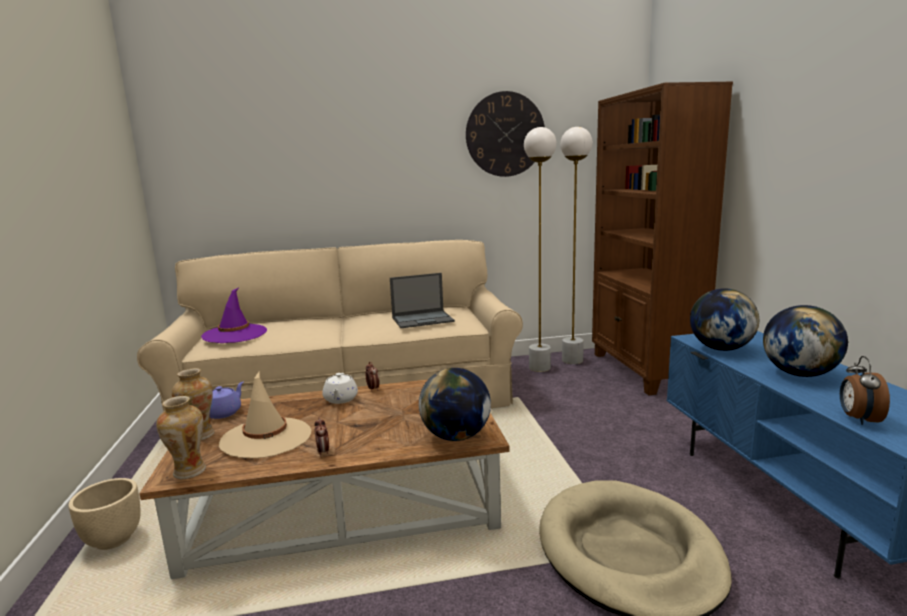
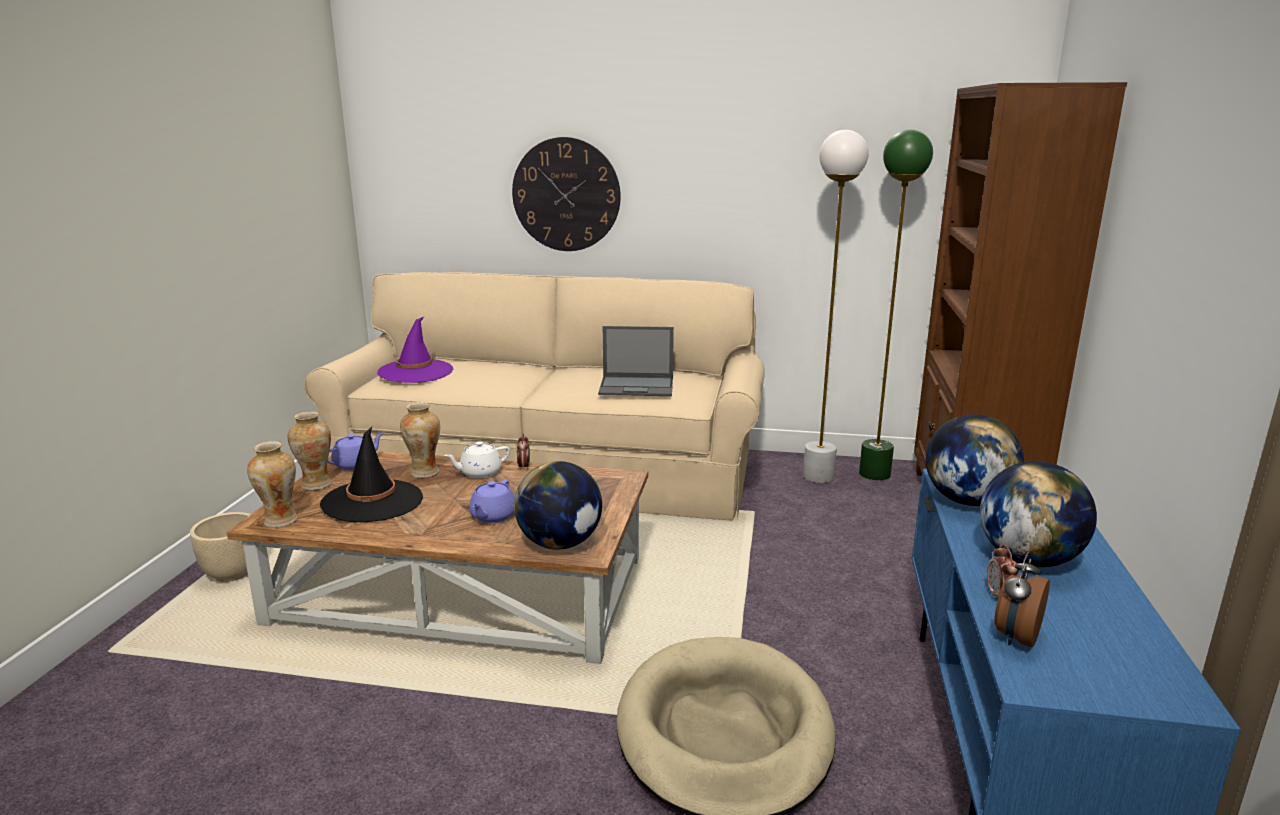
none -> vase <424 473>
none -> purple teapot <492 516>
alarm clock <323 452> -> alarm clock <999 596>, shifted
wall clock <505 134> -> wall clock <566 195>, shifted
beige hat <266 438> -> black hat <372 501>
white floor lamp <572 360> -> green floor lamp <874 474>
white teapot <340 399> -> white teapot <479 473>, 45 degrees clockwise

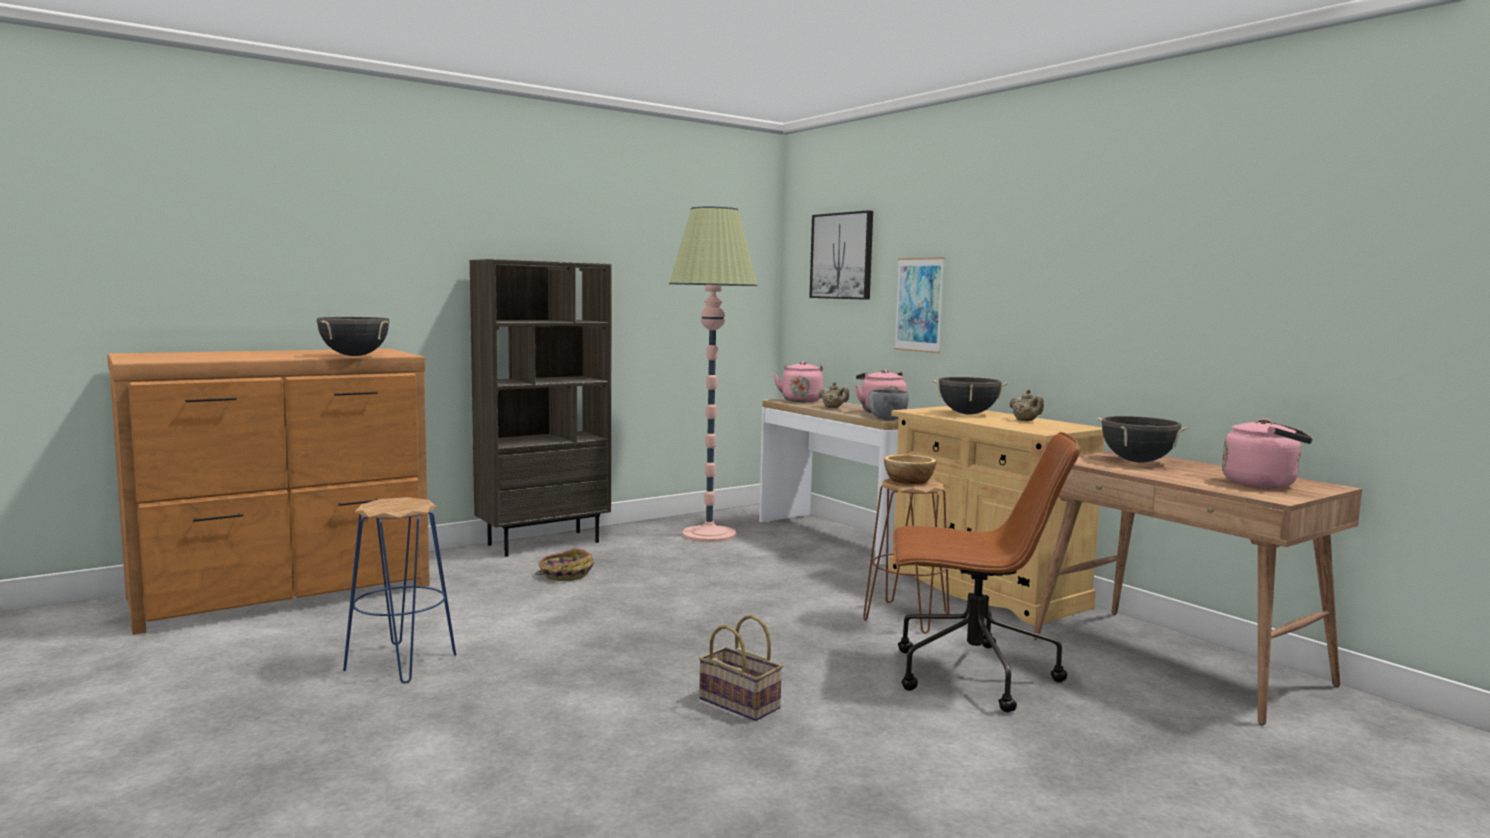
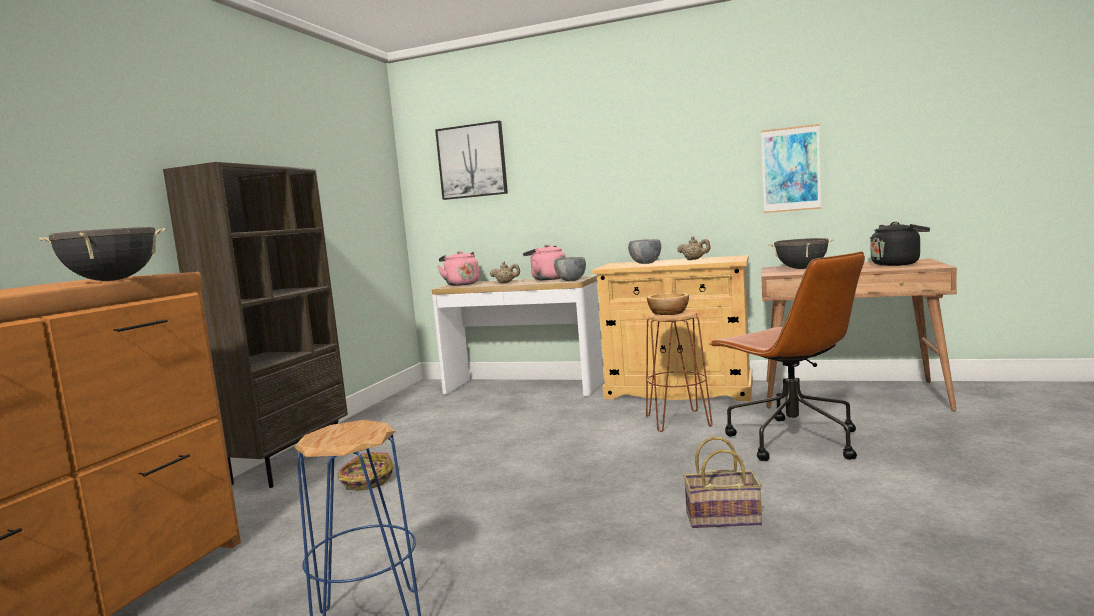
floor lamp <709 535> -> none
picture <919 304> -> picture <790 169>, shifted
black cooking pot <967 414> -> grey bowl <645 263>
pink kettle <1264 484> -> black kettle <897 264>
brown office chair <970 675> -> brown office chair <791 440>, 90 degrees clockwise

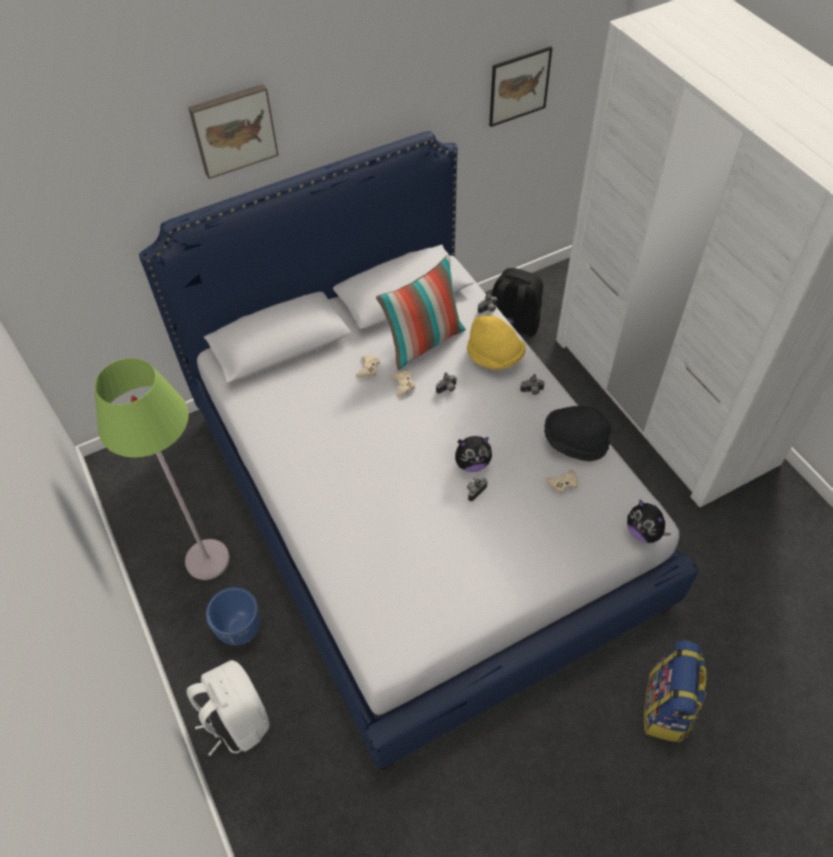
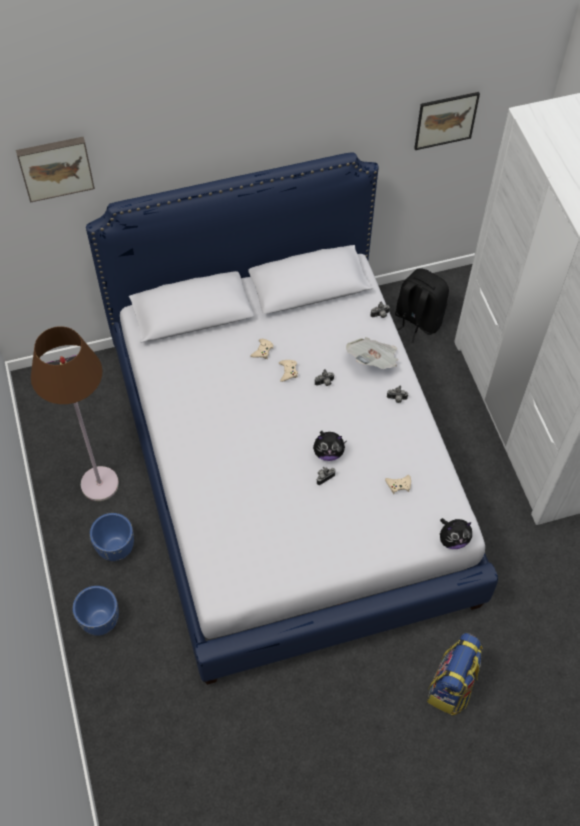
pillow <424 342> -> none
black hat <574 442> -> none
picture <233 129> -> picture <55 167>, shifted
white backpack <237 720> -> blue planter <100 620>
yellow hat <494 356> -> newspaper <373 361>
green floor lamp <208 560> -> brown floor lamp <100 484>
plush toy <643 532> -> plush toy <453 539>, 75 degrees counterclockwise

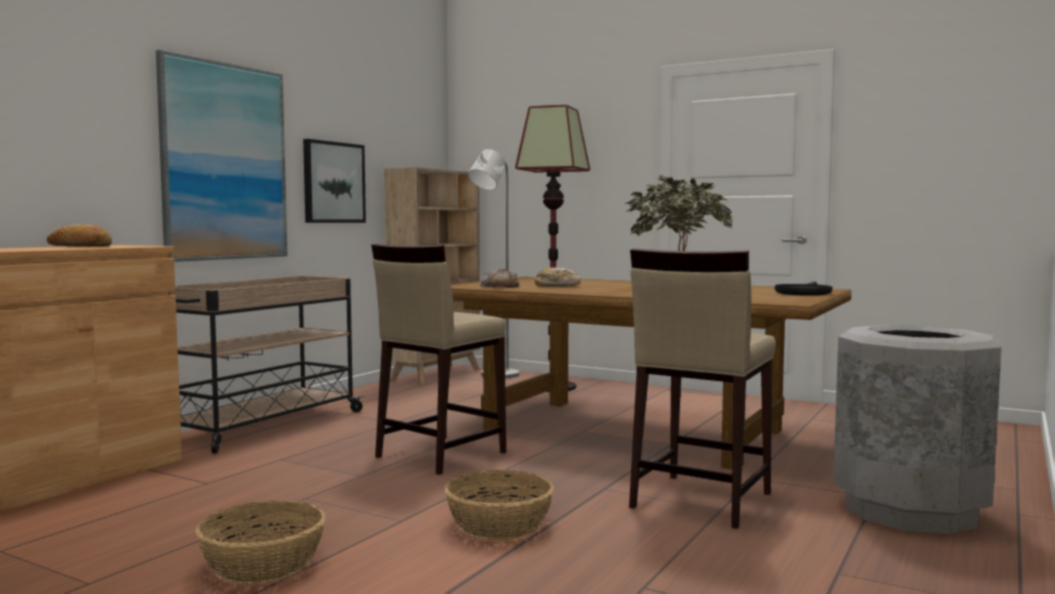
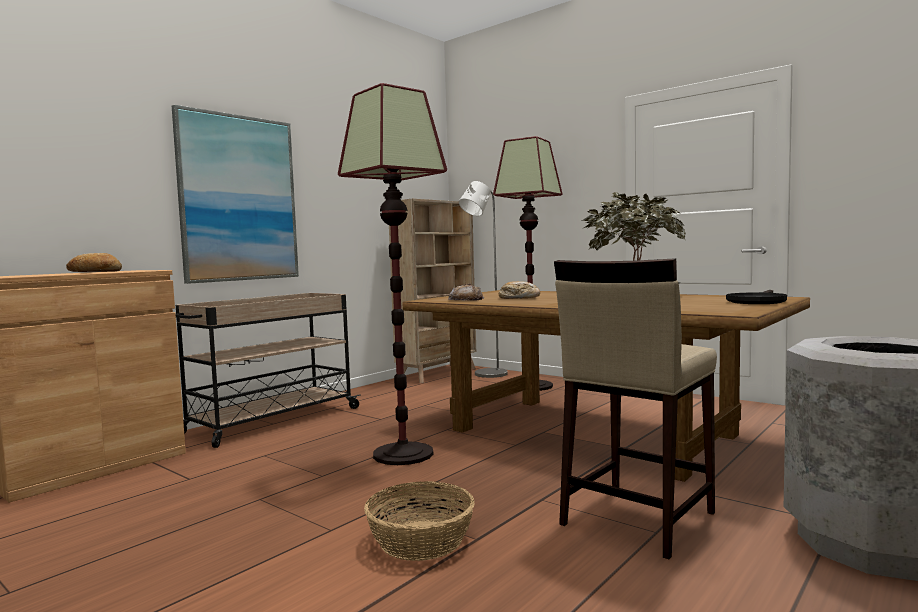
basket <264 564> -> none
picture <333 182> -> none
beige stool <439 454> -> floor lamp <402 454>

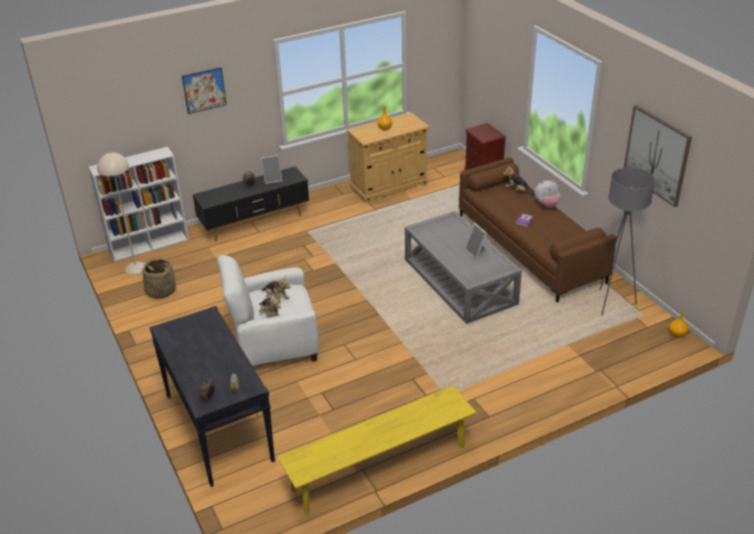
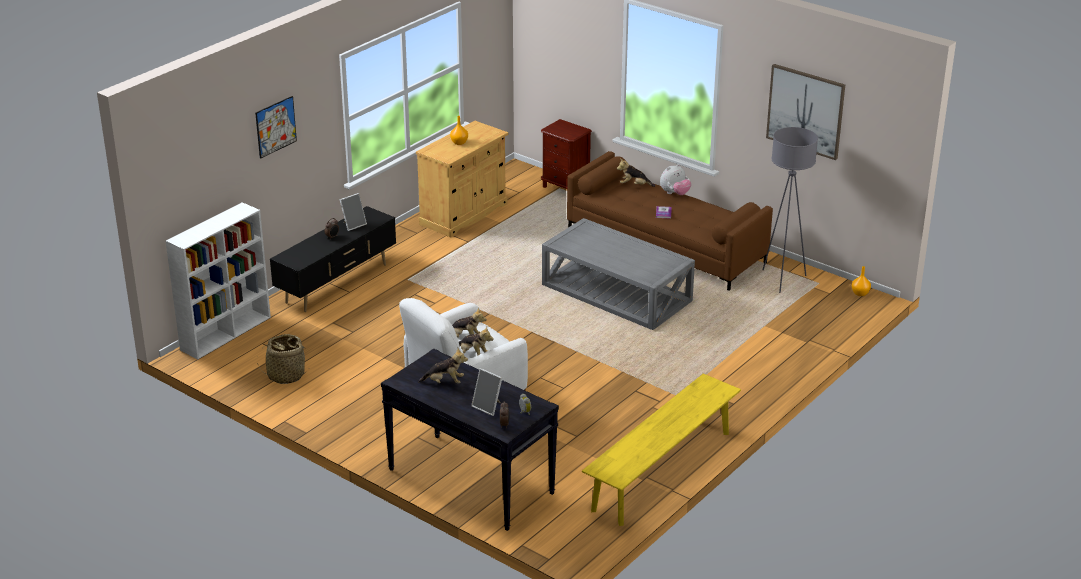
beige floor lamp <135 267> -> none
none -> plush toy <444 382>
picture frame <476 252> -> picture frame <488 407>, shifted

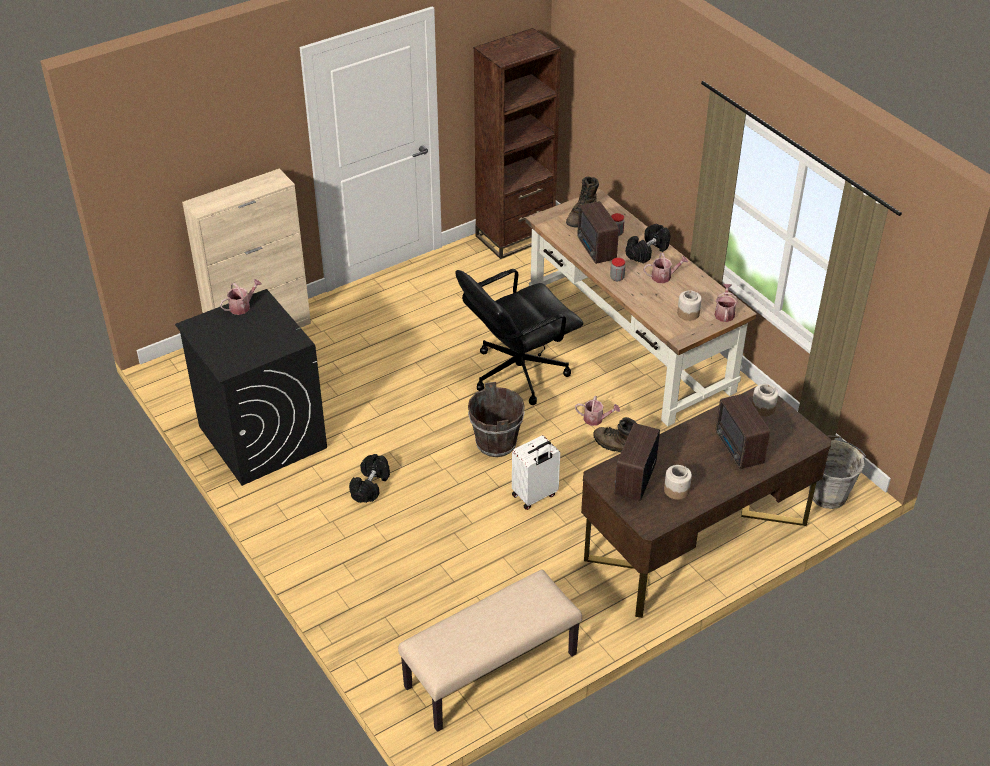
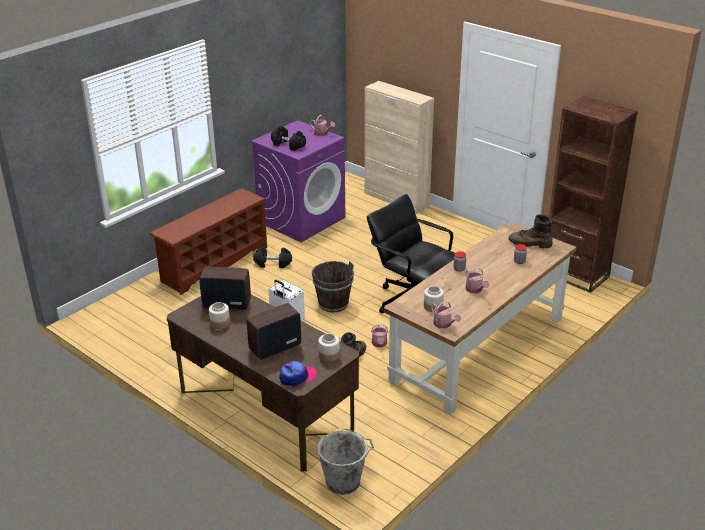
beige bench <491 671> -> none
radio <596 250> -> none
none -> brown shoe rack <214 263>
none -> cap <297 377>
black dumbbell <647 251> -> black dumbbell <288 145>, shifted
black washing machine <261 436> -> purple washing machine <302 219>
watering can <724 313> -> watering can <444 324>, 60 degrees clockwise

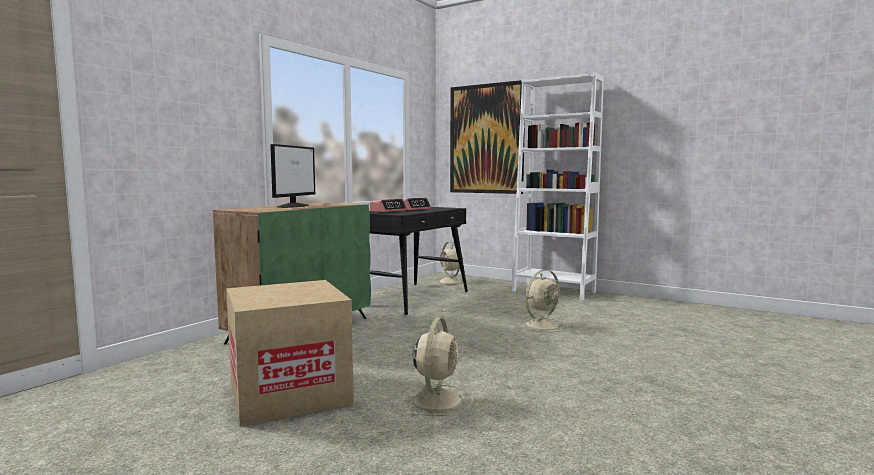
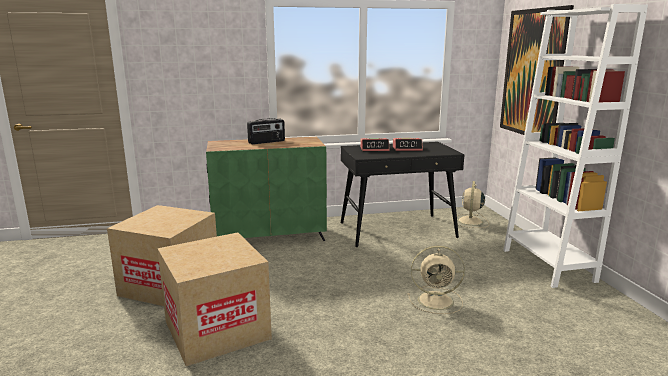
monitor <293 206> -> radio <266 142>
beige fan <437 399> -> cardboard box <217 330>

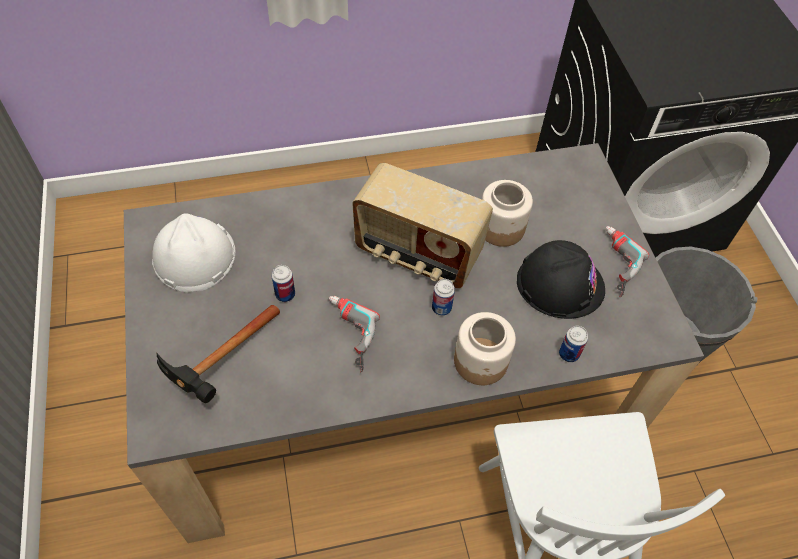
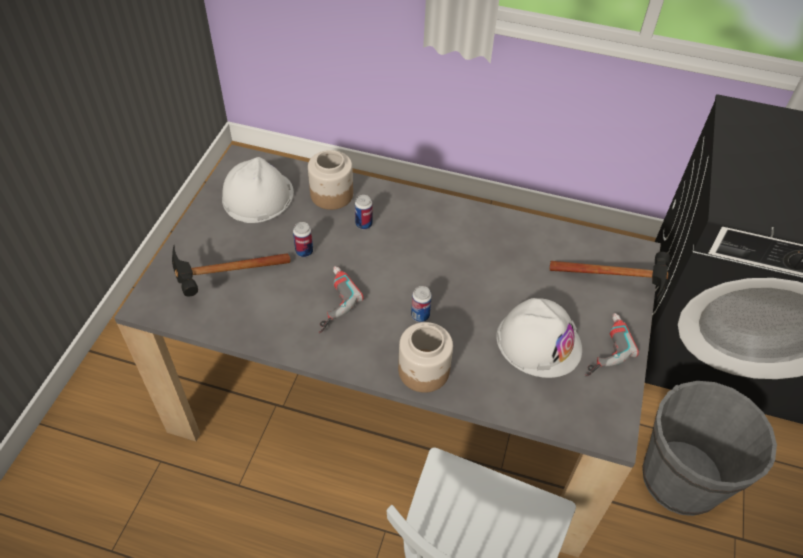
radio <417 254> -> none
none -> hammer <619 286>
jar <500 228> -> jar <331 195>, shifted
can <568 354> -> can <364 224>, shifted
black hard hat <560 283> -> white hard hat <538 342>

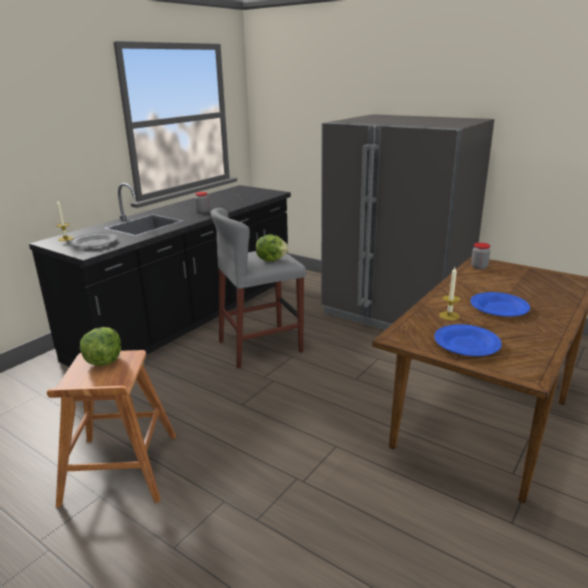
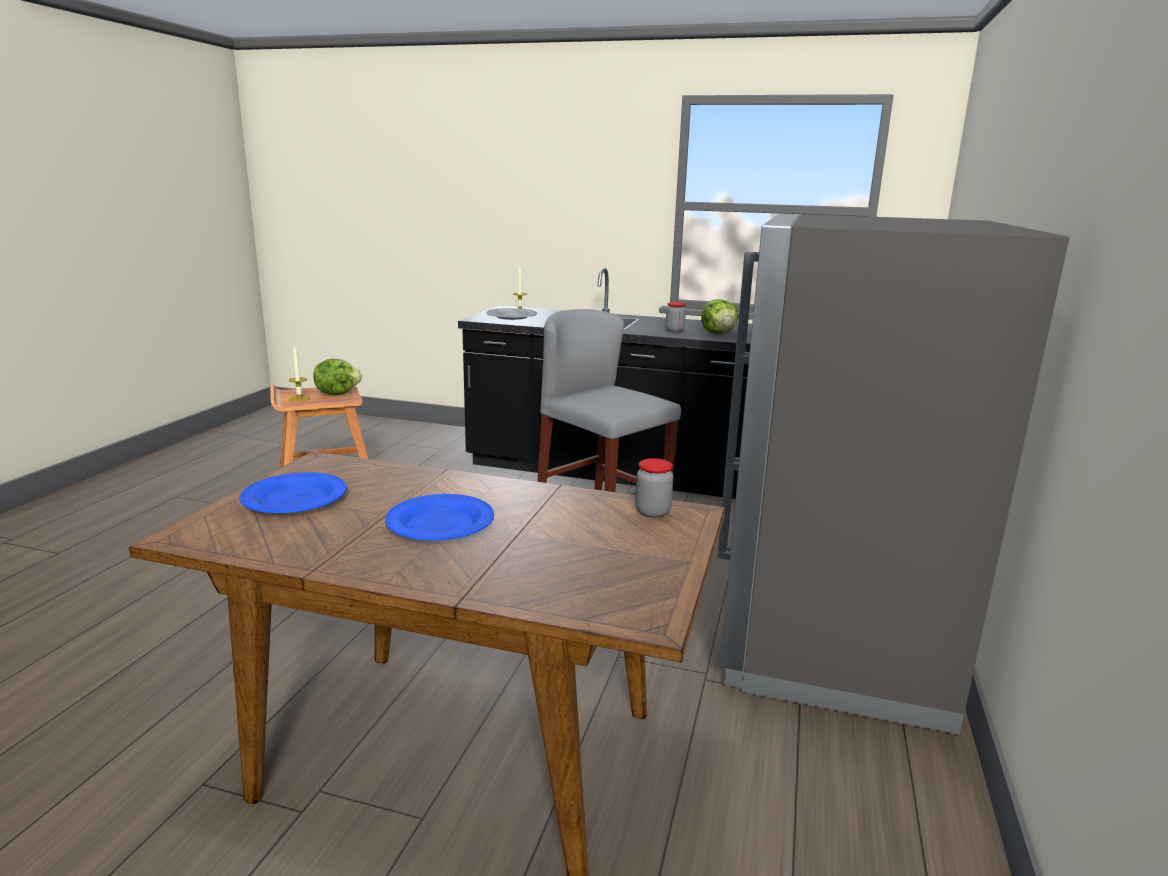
lettuce <271 259> -> lettuce <719 333>, shifted
candle <449 316> -> candle <299 398>, shifted

